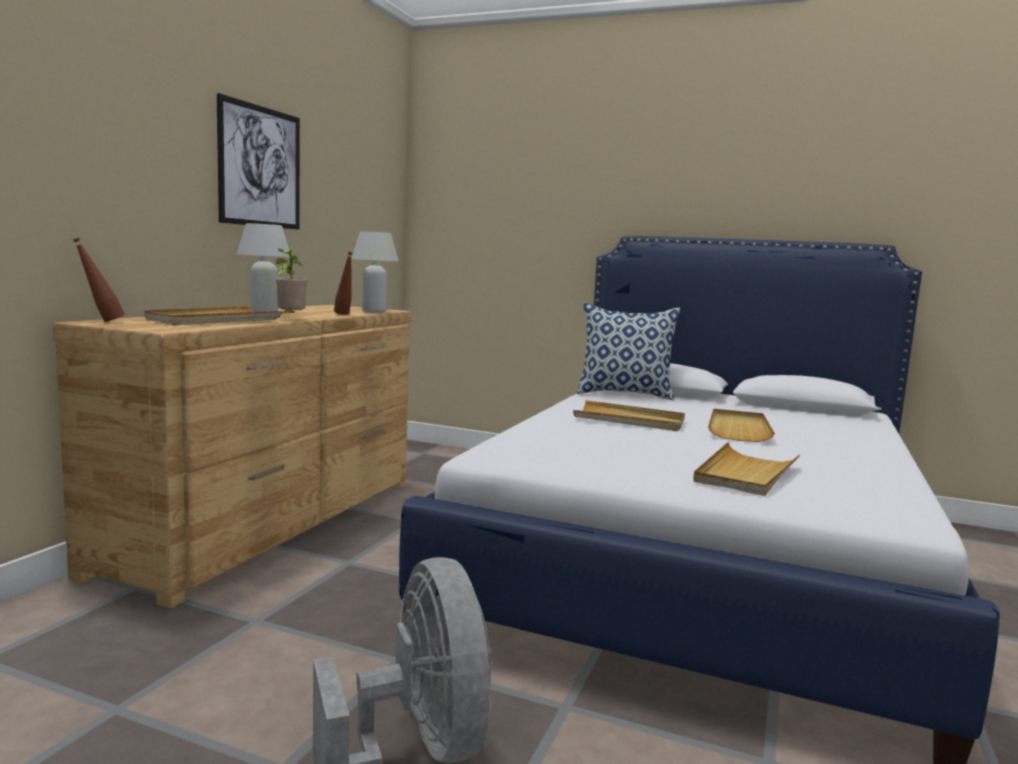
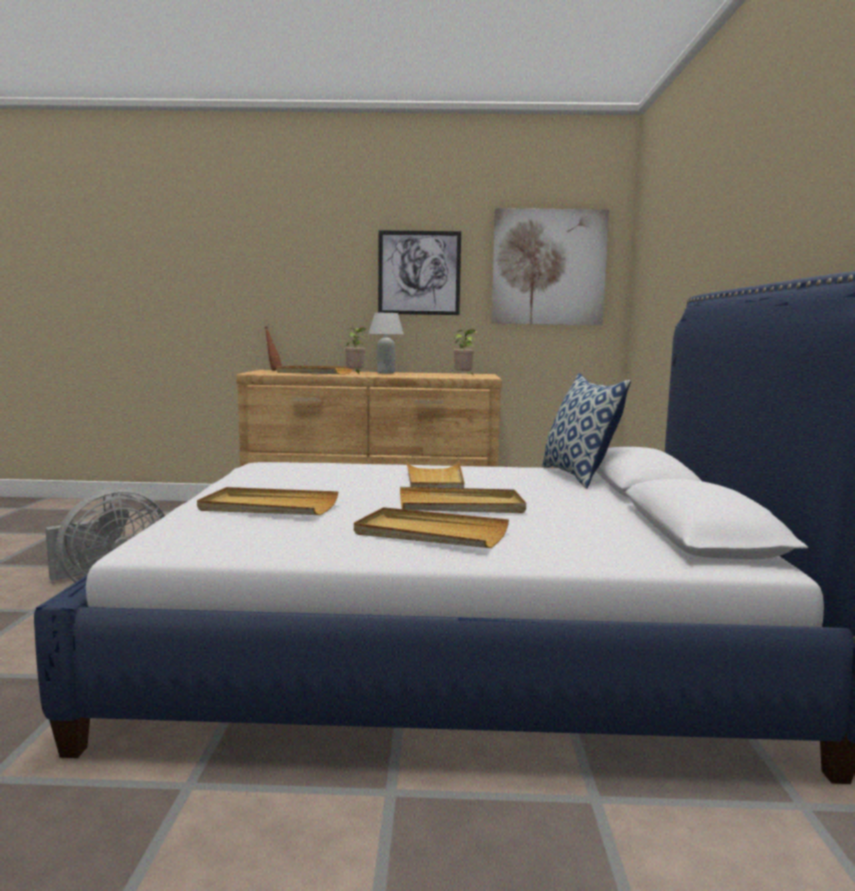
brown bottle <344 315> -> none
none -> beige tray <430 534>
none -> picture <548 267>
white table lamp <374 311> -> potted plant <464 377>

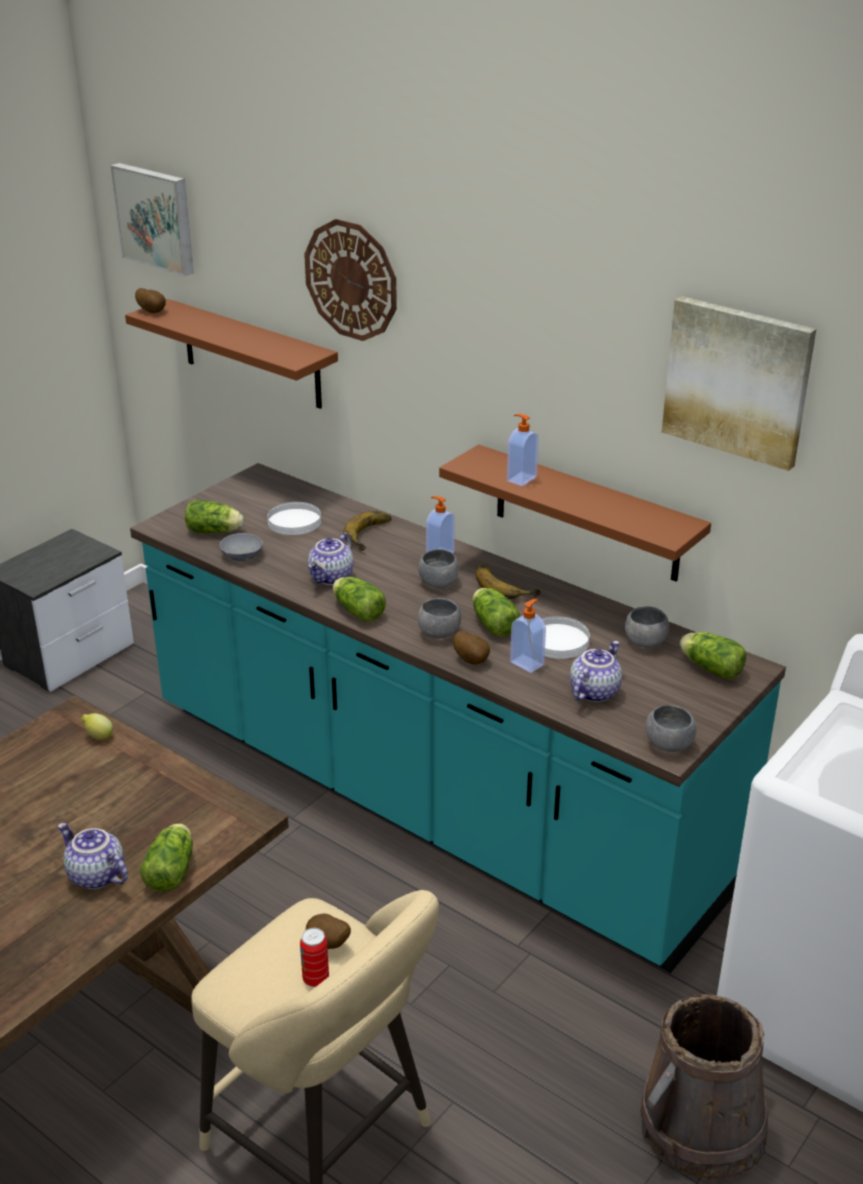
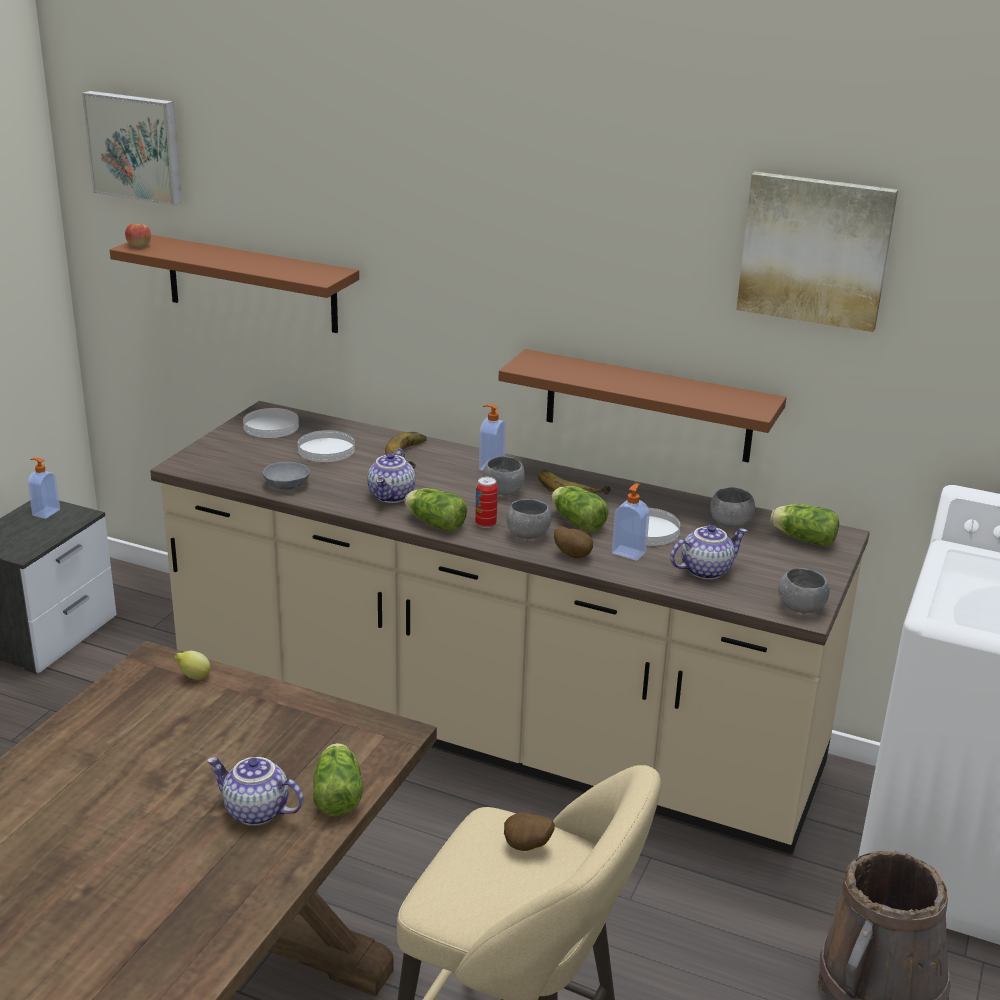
lettuce <216 531> -> none
wall clock <351 280> -> none
none -> white plate <271 426>
can <315 979> -> can <485 524>, shifted
soap dispenser <520 479> -> soap dispenser <45 512>, shifted
potato <152 311> -> apple <139 245>
turquoise counter <431 797> -> beige counter <492 725>
teapot <593 691> -> teapot <705 570>, 45 degrees clockwise

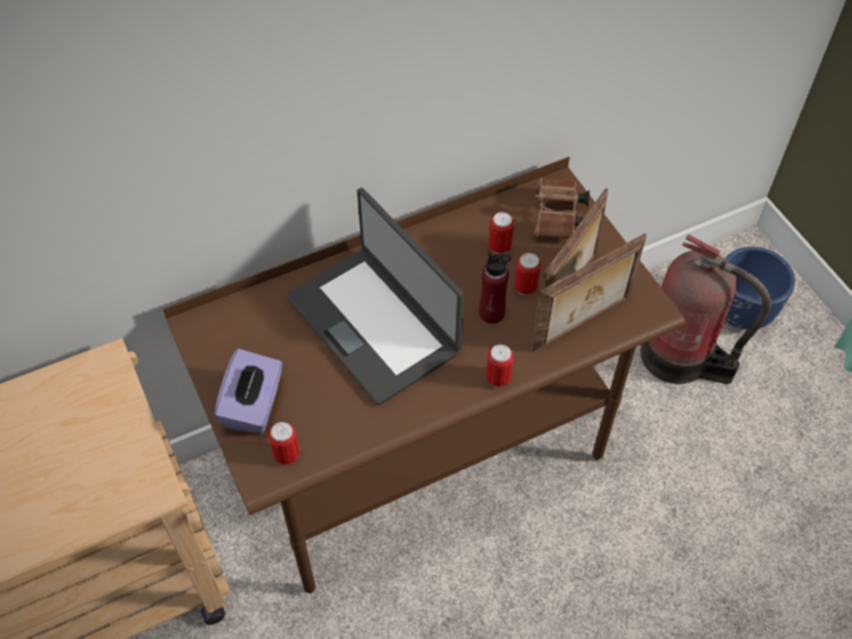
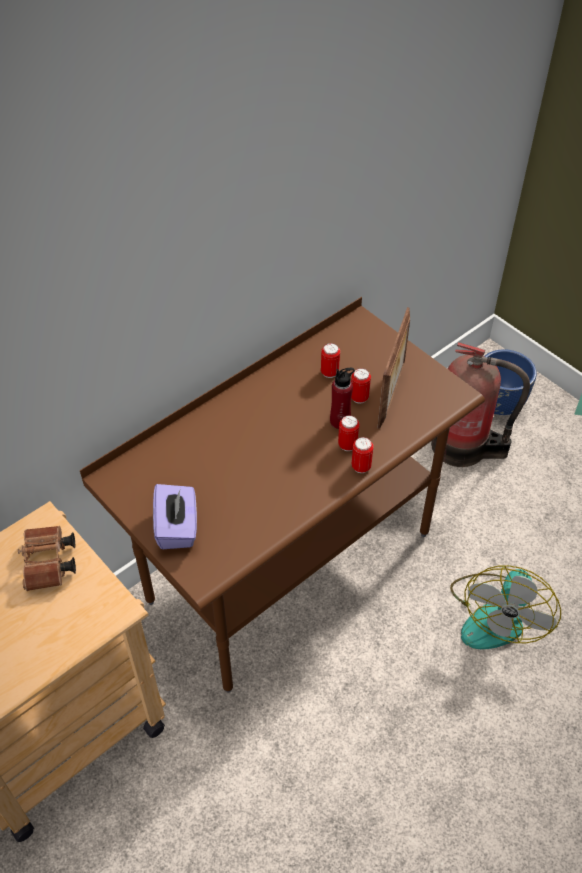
laptop <374 323> -> none
picture frame <582 324> -> none
none -> fan <496 614>
can <287 455> -> can <347 445>, shifted
brown binoculars <558 219> -> brown binoculars <49 565>, shifted

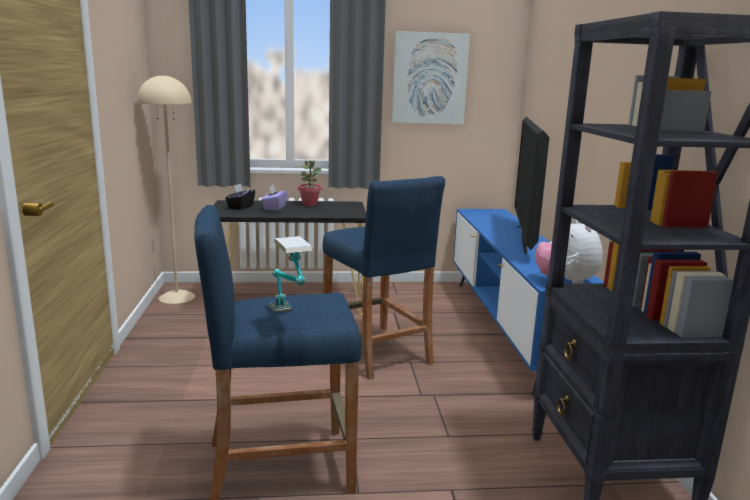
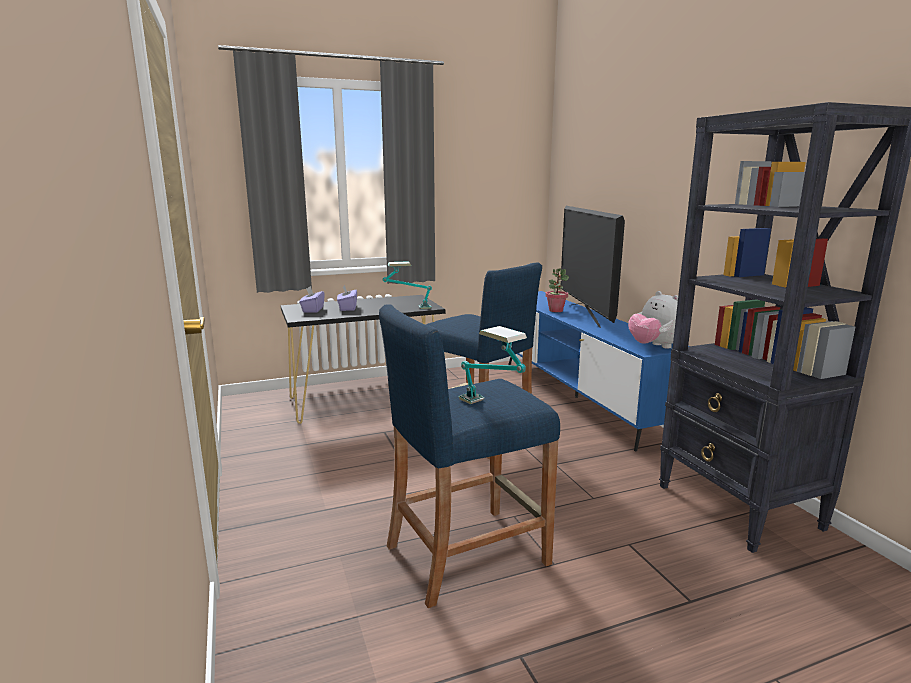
beige floor lamp <177 297> -> none
picture <429 78> -> none
none -> table lamp <408 308>
potted plant <309 204> -> potted plant <555 310>, shifted
black tissue box <240 207> -> purple tissue box <312 310>

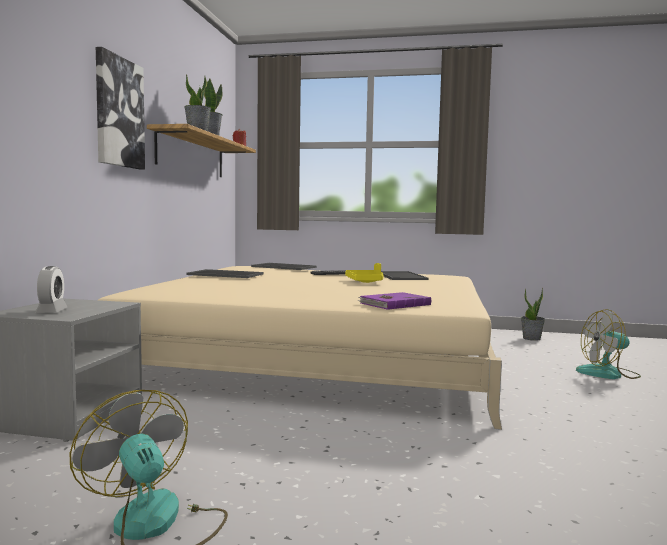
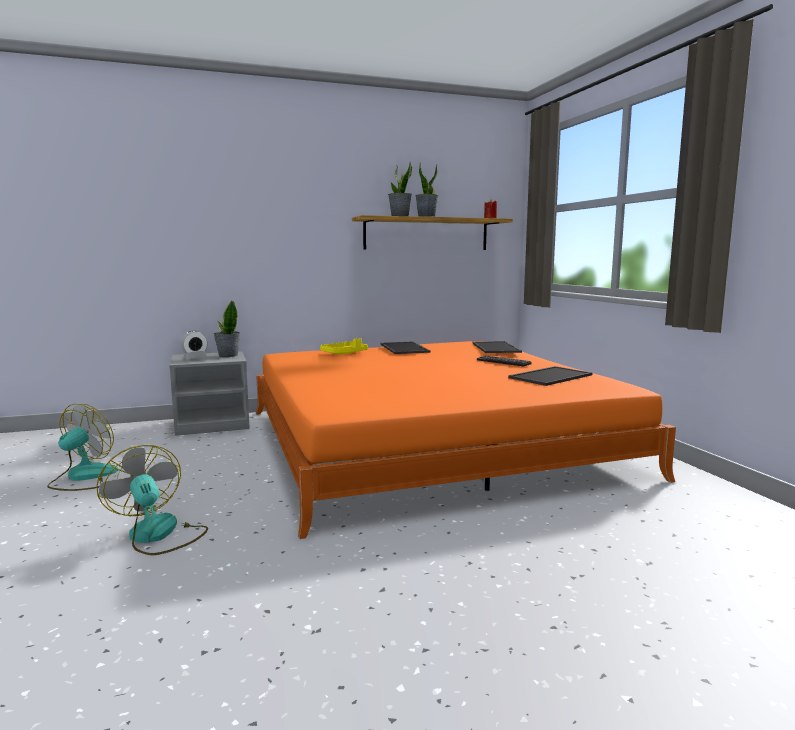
picture <118 112> -> none
purple book <394 304> -> none
yellow tray <365 282> -> yellow tray <344 353>, shifted
potted plant <531 338> -> potted plant <228 355>, shifted
fan <608 374> -> fan <158 535>, shifted
beige bed <319 356> -> orange bed <428 442>

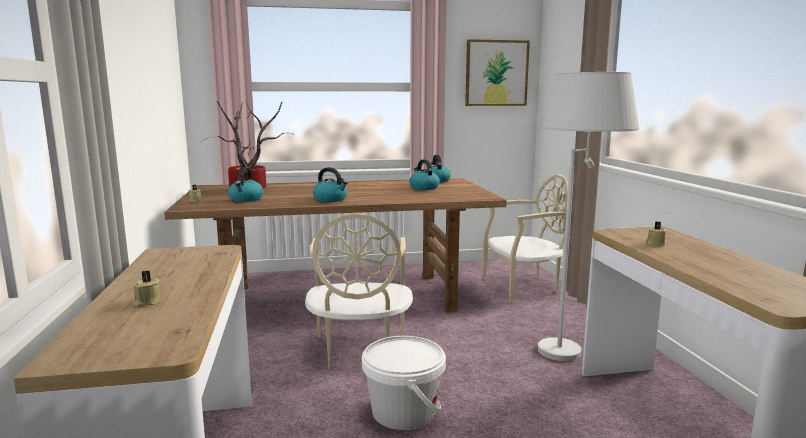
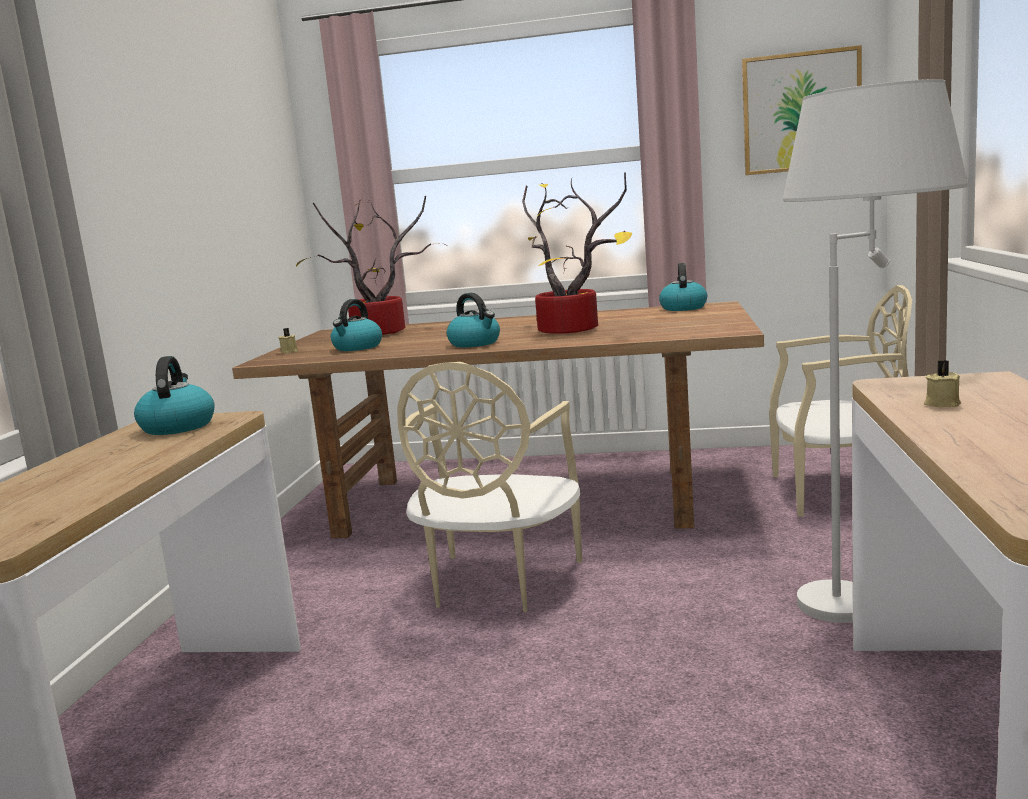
beige candle <147 302> -> none
white bucket <403 412> -> none
none -> potted plant <574 330>
kettle <423 188> -> kettle <178 426>, shifted

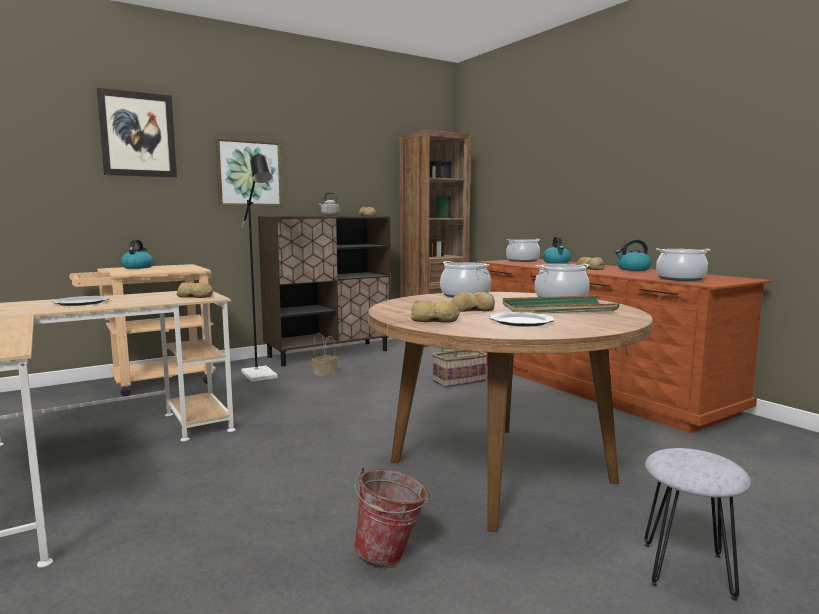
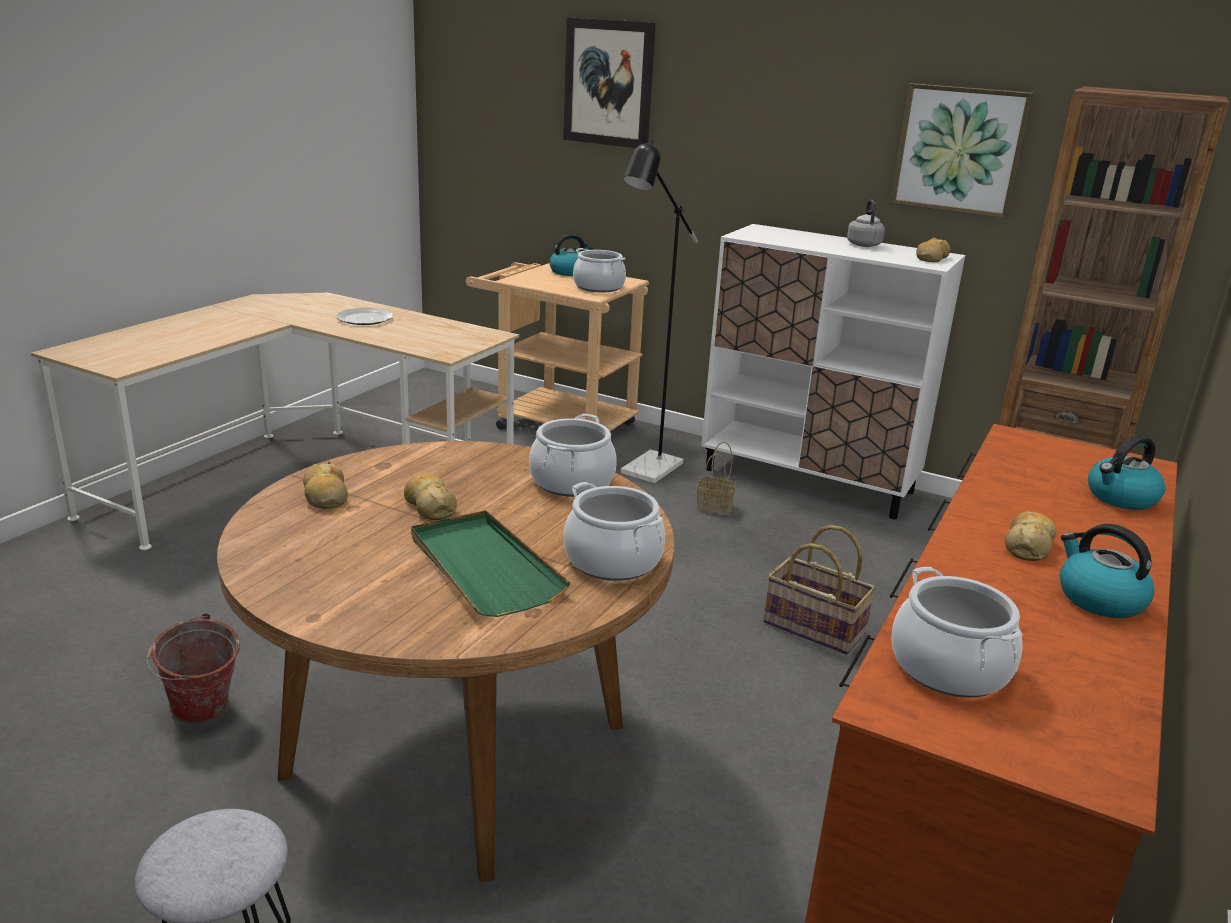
bread <195 296> -> none
plate <522 321> -> none
picture <249 173> -> picture <959 150>, shifted
cooking pot <522 260> -> cooking pot <598 287>, shifted
brown cabinet <329 353> -> white cabinet <809 481>

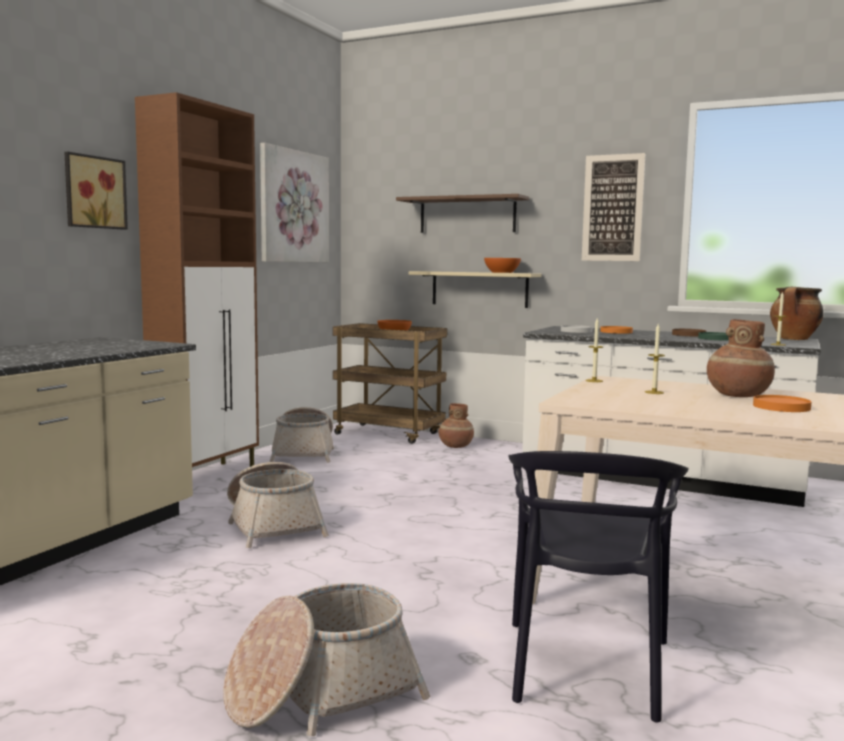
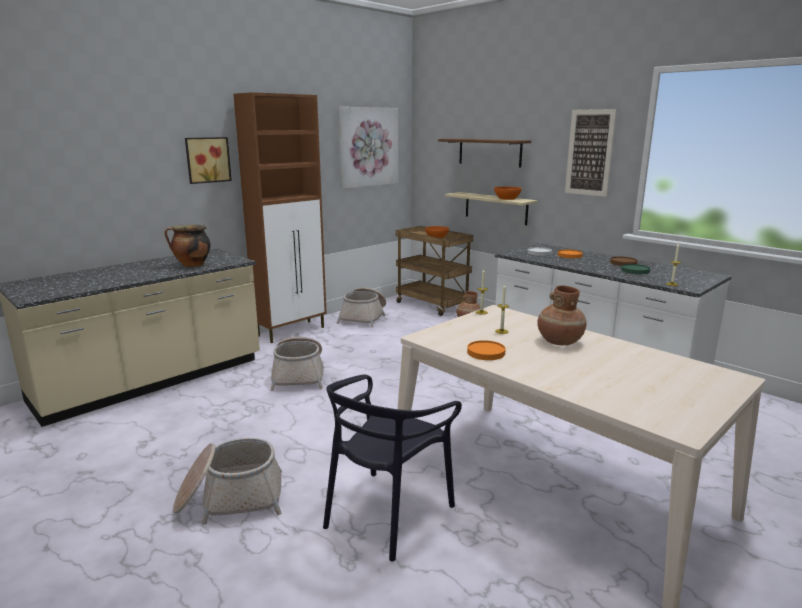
orange plate <781 407> -> orange plate <486 352>, shifted
cooking pot <794 339> -> cooking pot <192 265>, shifted

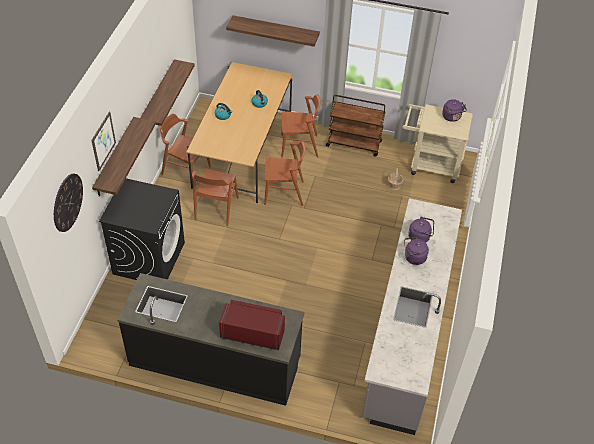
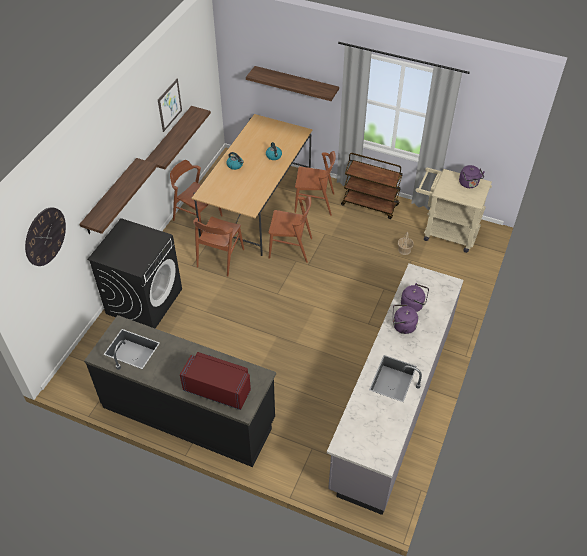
picture <103 141> -> picture <169 105>, shifted

